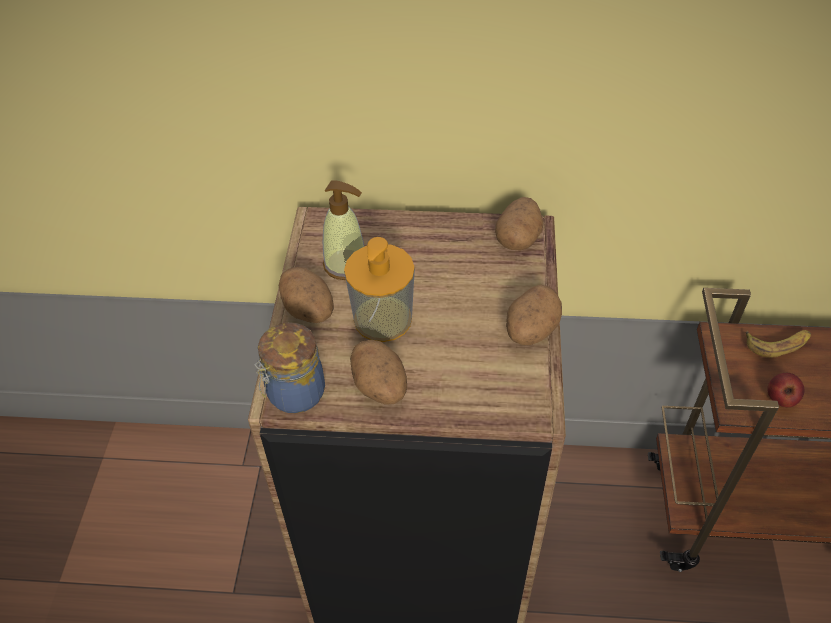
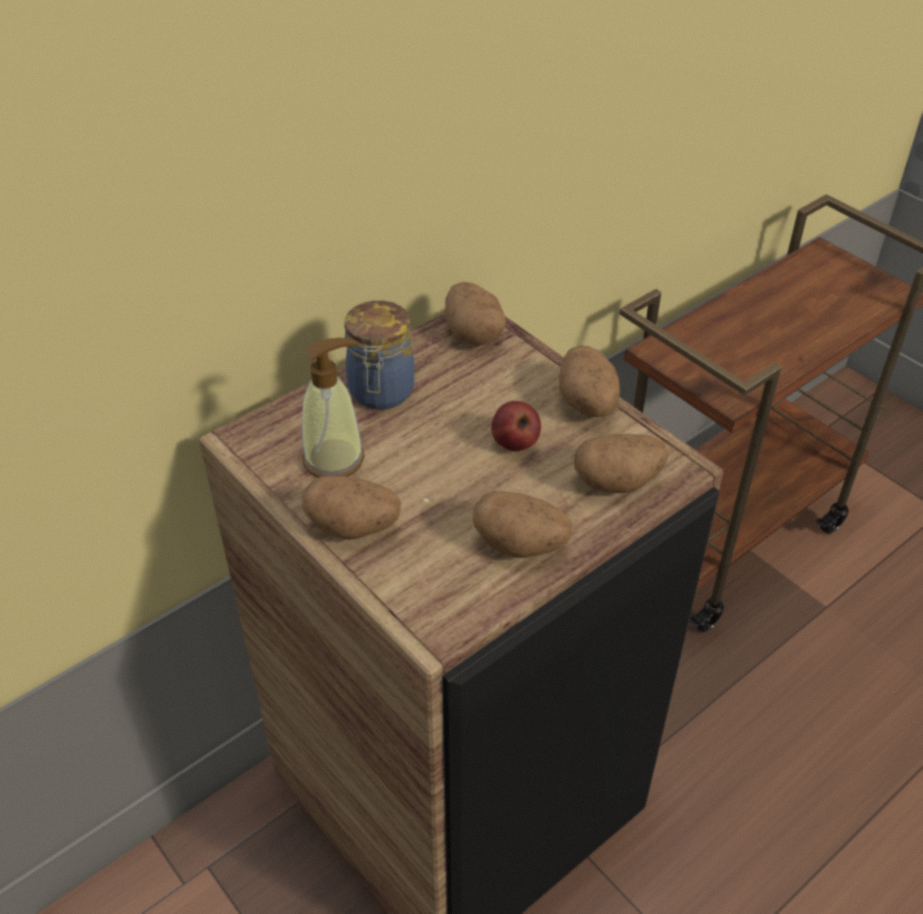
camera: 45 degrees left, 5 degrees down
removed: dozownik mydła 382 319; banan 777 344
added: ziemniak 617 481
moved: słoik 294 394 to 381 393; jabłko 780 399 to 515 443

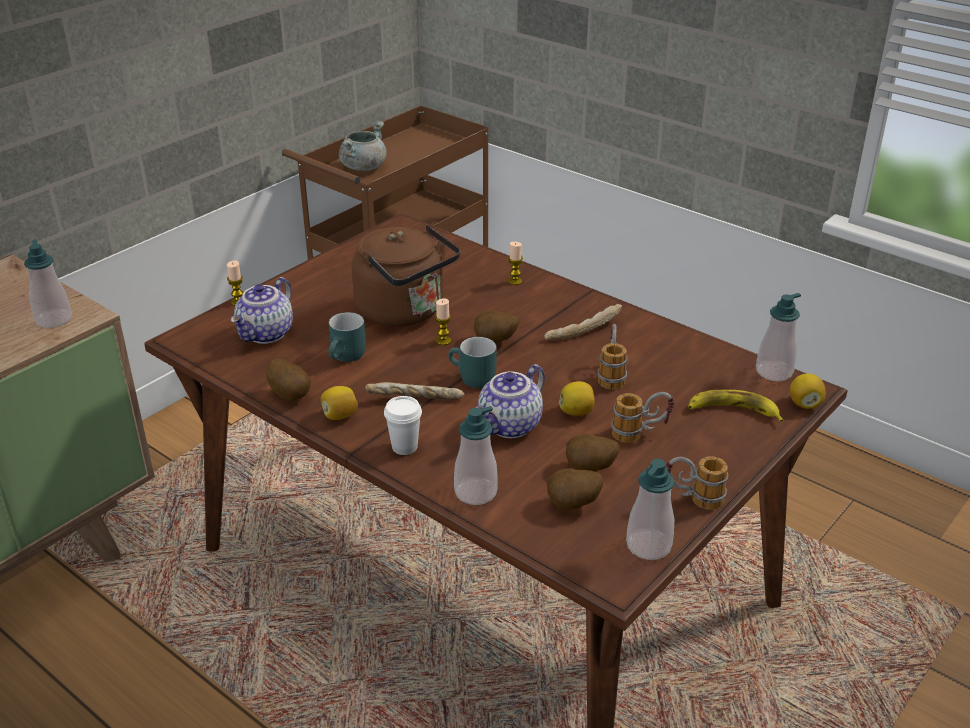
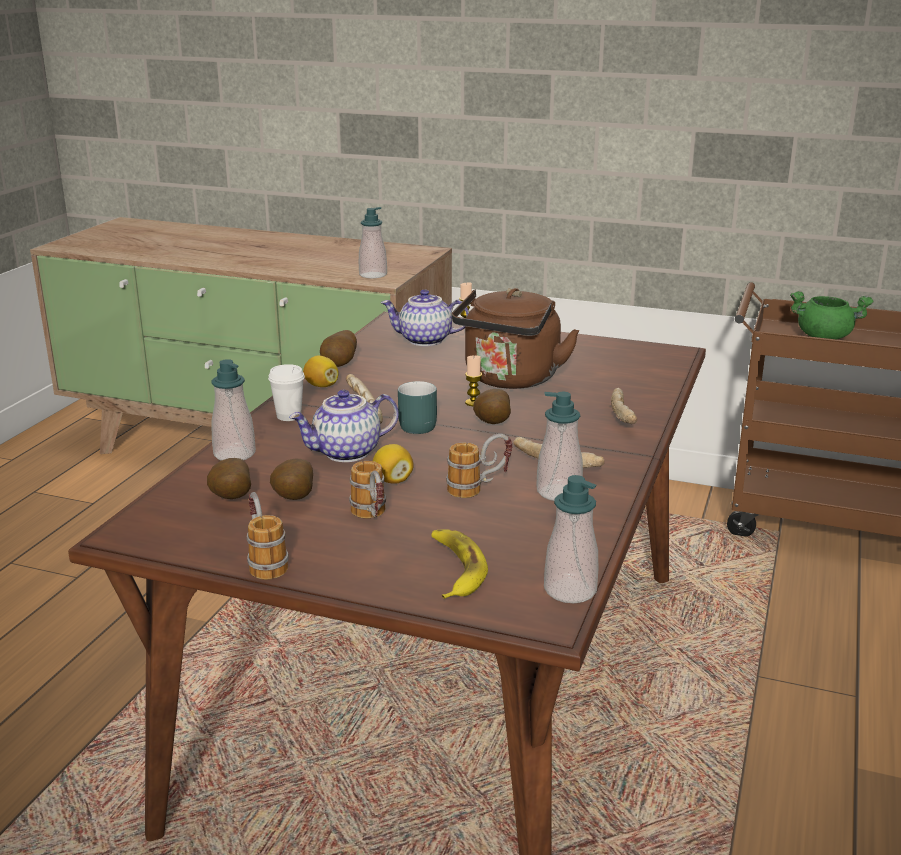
camera: 70 degrees right, 10 degrees down
removed: kubek/turkusowy 348 357; cytryna 804 404
moved: dozownik mydła 648 545 to 558 492
replaced: świeca 515 281 to chleb 624 415
recoloured: garnek/szary 363 166 to garnek/zielony 824 337
turned: imbryk 511 426 = 346 453 45 degrees counterclockwise

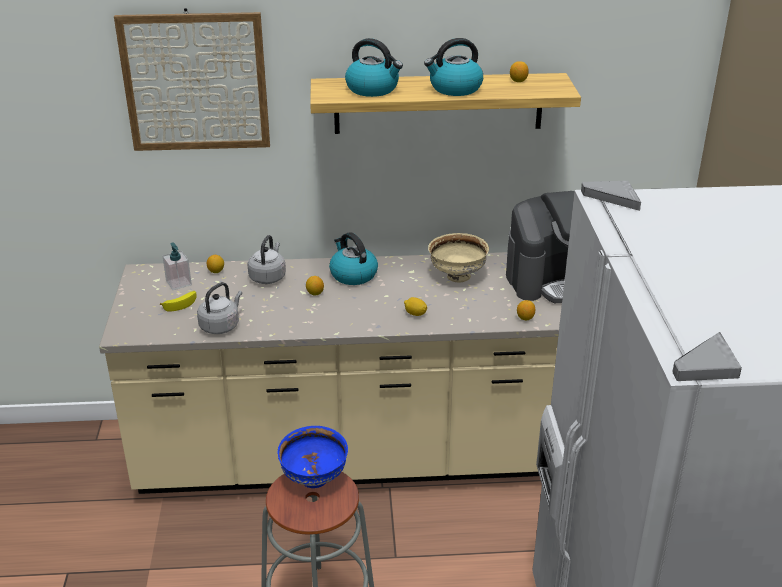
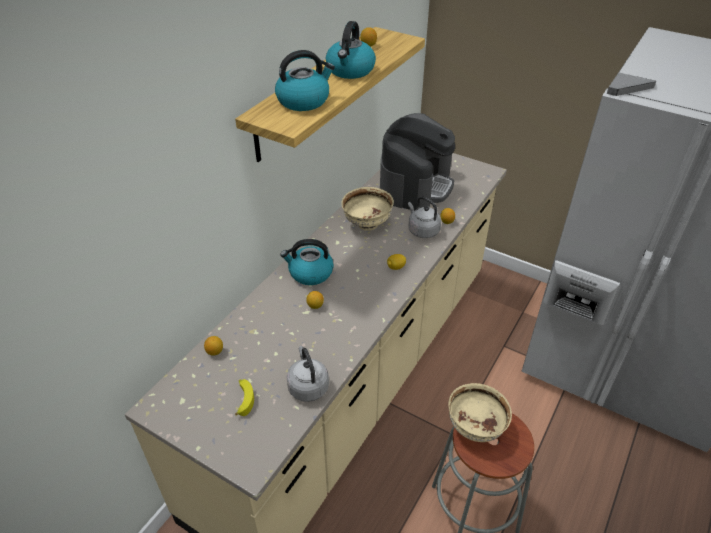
camera: 55 degrees left, 10 degrees up
removed: obraz 195 80; dozownik mydła 179 283
moved: czajnik/szary 268 277 to 422 230
recoloured: miska/niebieski 315 479 to miska/beżowy 475 428

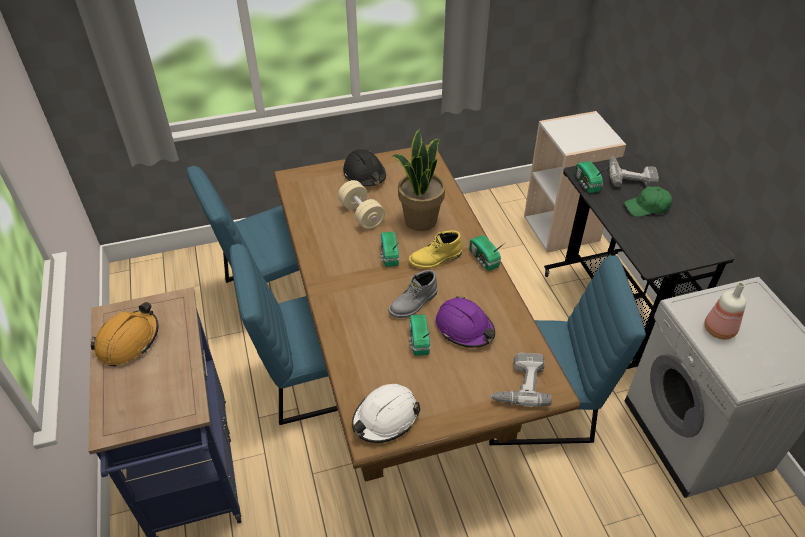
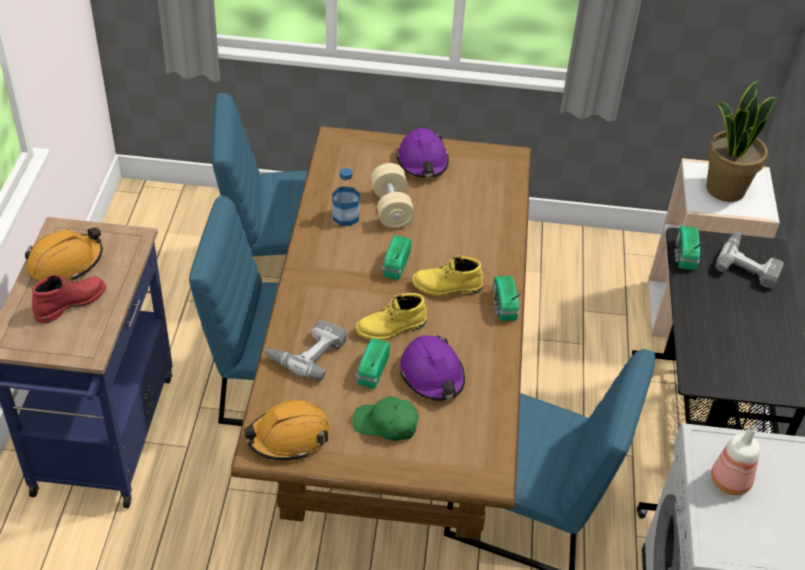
camera: 20 degrees right, 0 degrees up
added: butelka 345 216; but z cholewką/czerwony 70 303
moved: roślina doniczkowa 420 220 to 724 188; czapka z daszkiem/zielony 647 207 to 386 424; wiertarka 518 384 to 306 352
recoloured: kask/czarny 364 175 to kask/fioletowy 422 162; but z cholewką/szary 414 304 to but z cholewką/żółty 391 328; kask/biały 385 418 to kask/pomarańczowy 288 437

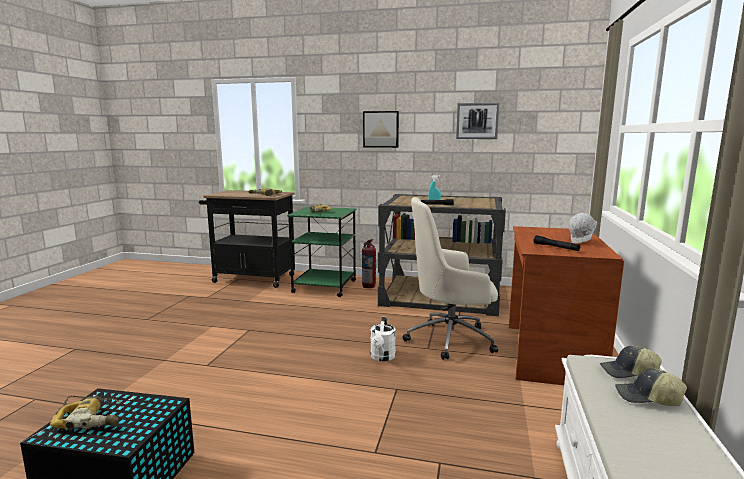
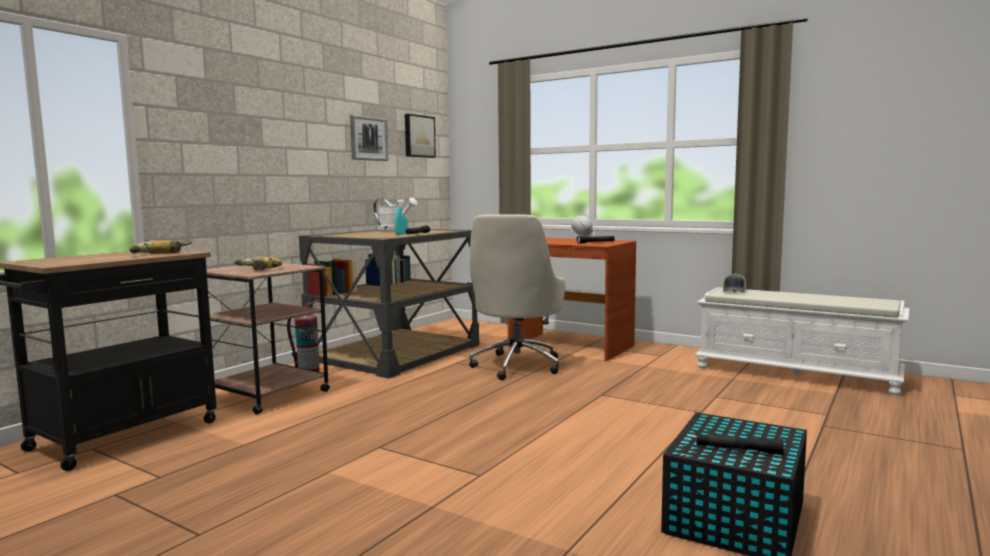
camera: 70 degrees left, 5 degrees down
removed: czapka z daszkiem 647 398
moved: obraz 381 129 to 418 136; konewka/biały 382 357 to 393 229
replaced: wiertarka 91 418 to latarka/czarny 738 450
recoloured: wózek/zielony 325 287 to wózek/brązowy 269 394

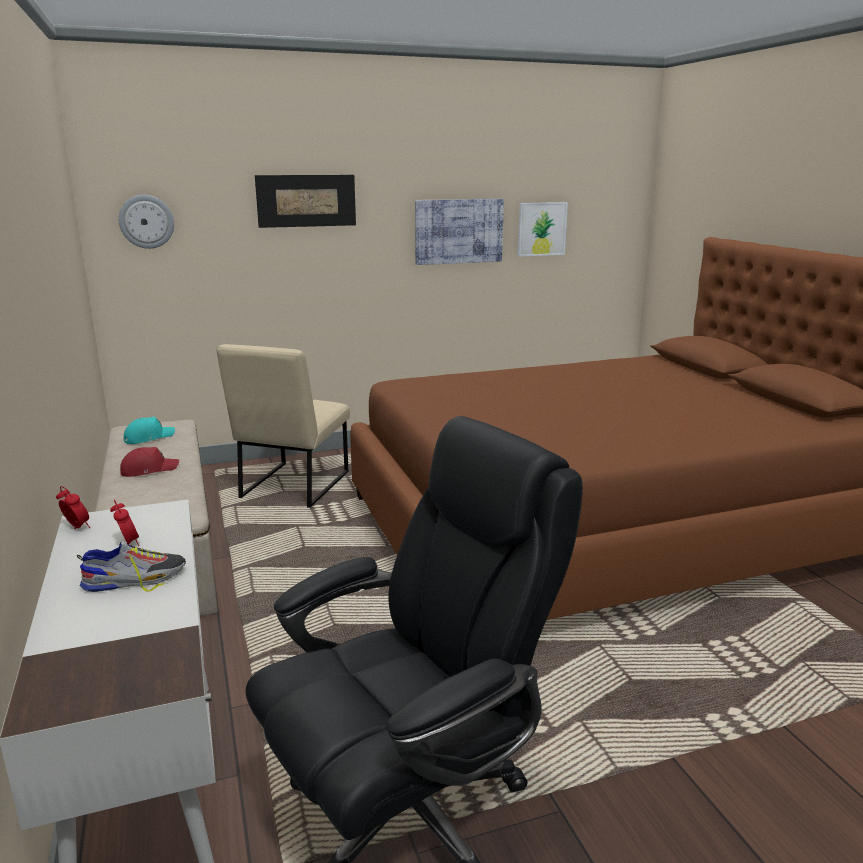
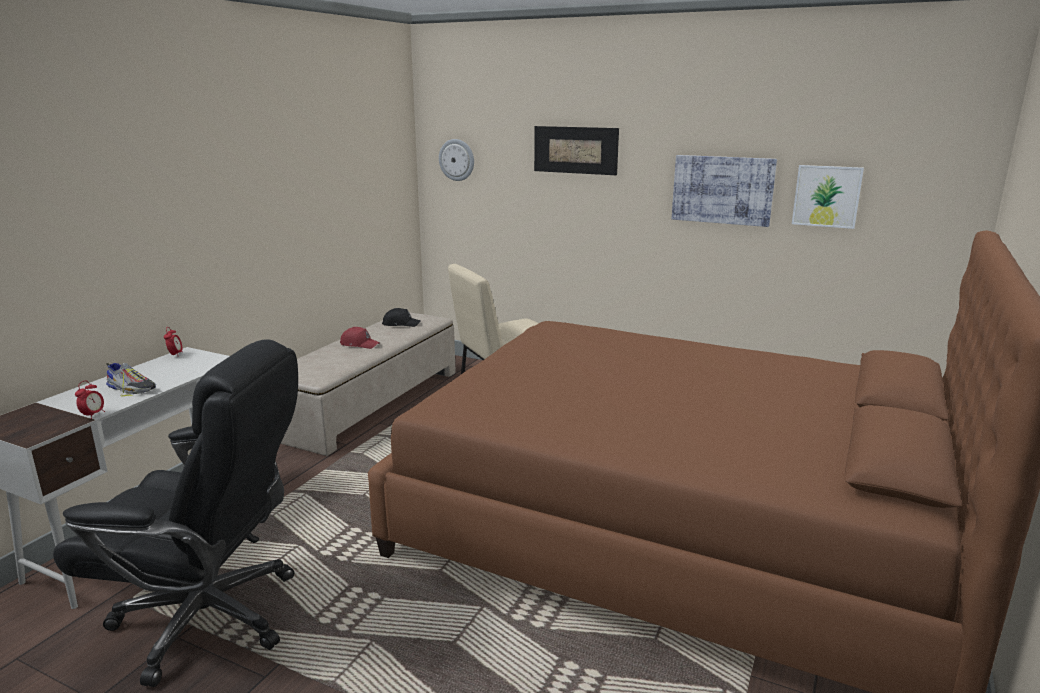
camera: 45 degrees right, 0 degrees up
moved: budzik 128 544 to 93 415
recoloured: czapka z daszkiem/turkusowy 148 438 to czapka z daszkiem/czarny 401 324

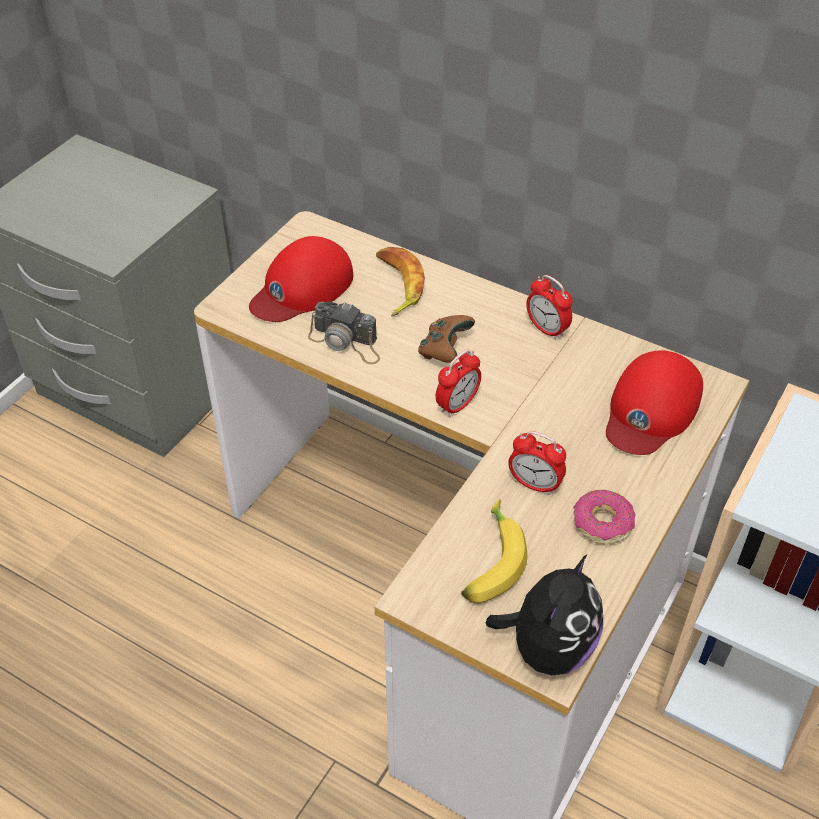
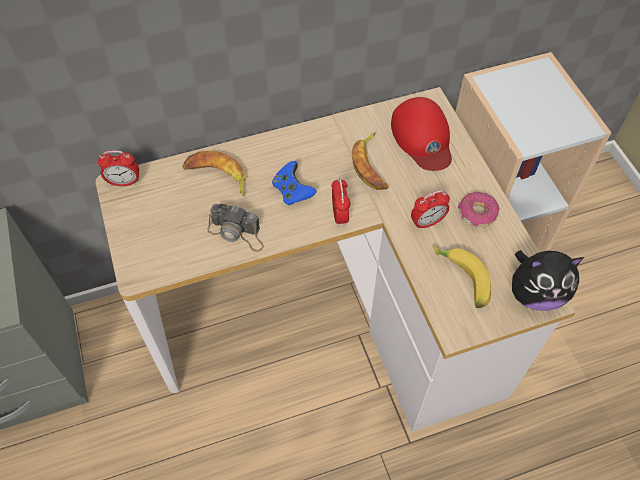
camera: 50 degrees left, 10 degrees up
removed: czapka z daszkiem/czerwony 302 288
added: banan 371 165
moved: budzik 547 329 to 124 182
recoloured: pad do gier/brązowy 444 350 to pad do gier/niebieski 292 191
turned: aparat fotograficzny 346 342 = 237 233 45 degrees clockwise; pluszak 548 648 = 535 294 105 degrees clockwise

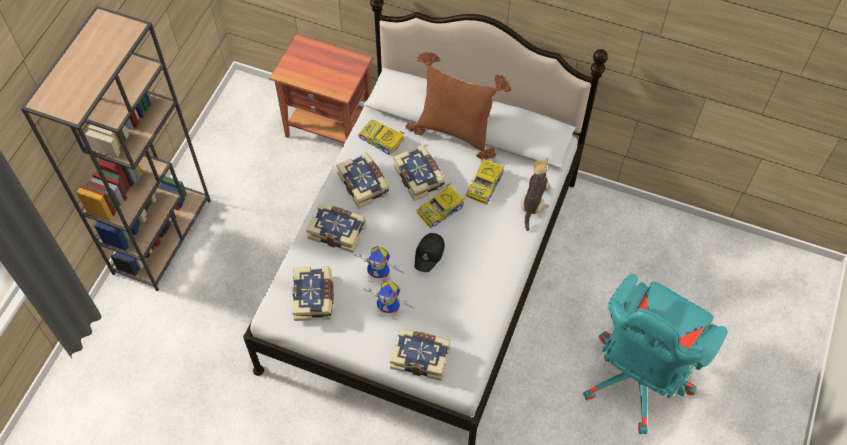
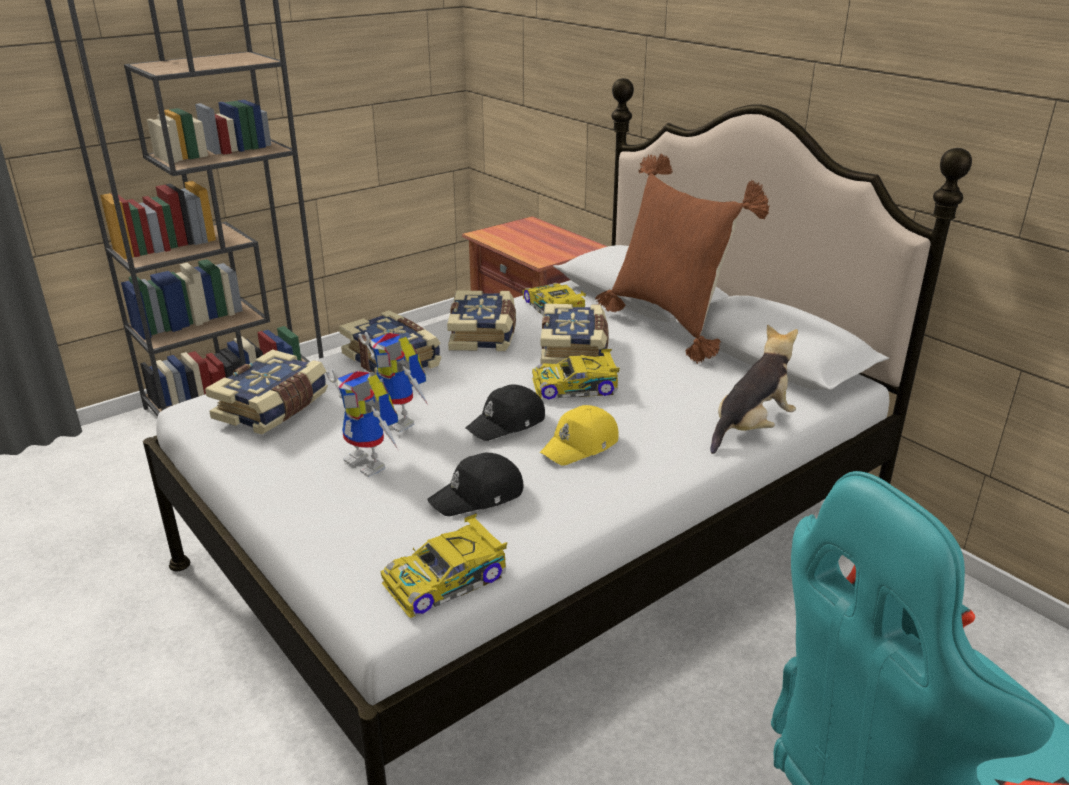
camera: 30 degrees right, 30 degrees down
removed: książka 420 357
added: czapka z daszkiem/żółty 581 446; czapka z daszkiem/czarny 478 496
moved: samochodzik 485 184 to 447 579

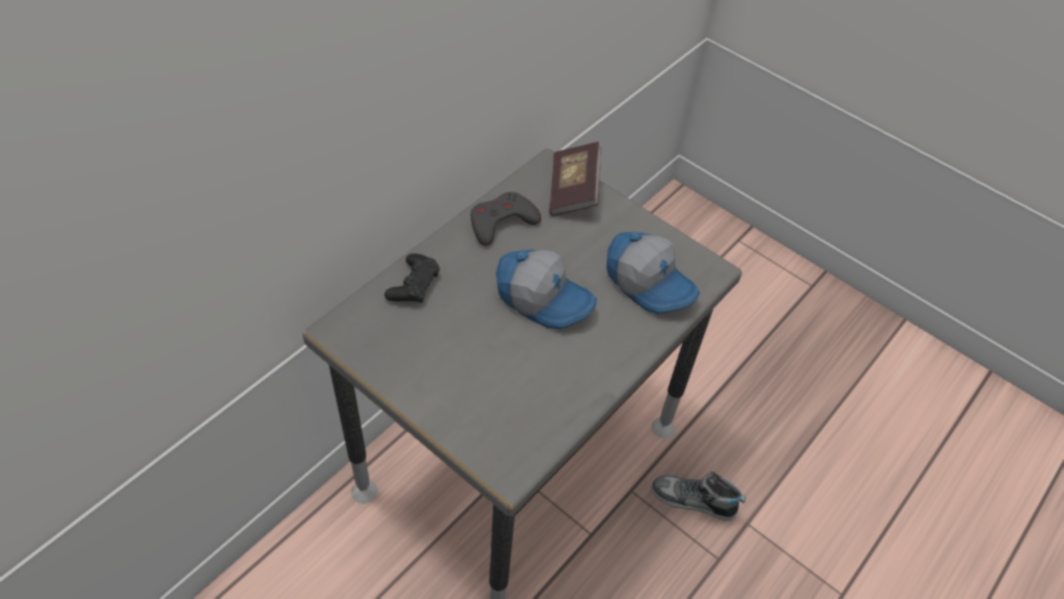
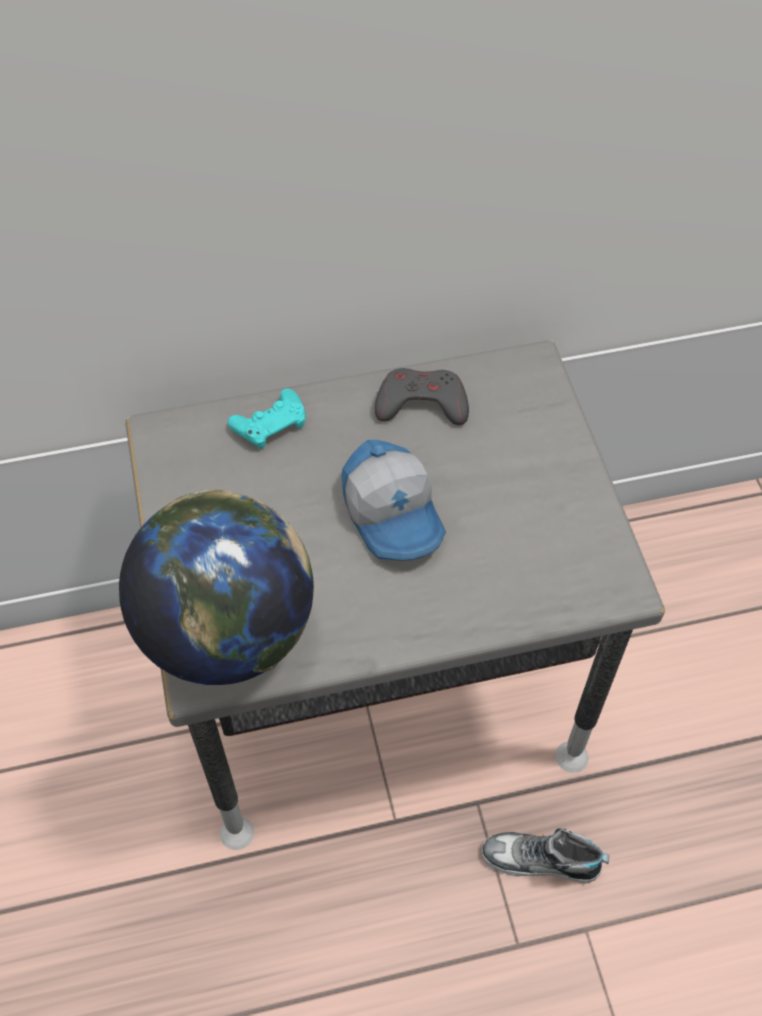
camera: 40 degrees right, 5 degrees up
removed: książka 573 191; czapka z daszkiem 650 282
added: globus 228 632
recoloured: pad do gier/czarny 413 284 to pad do gier/turkusowy 270 424
turned: but 693 501 = 540 861 45 degrees counterclockwise

